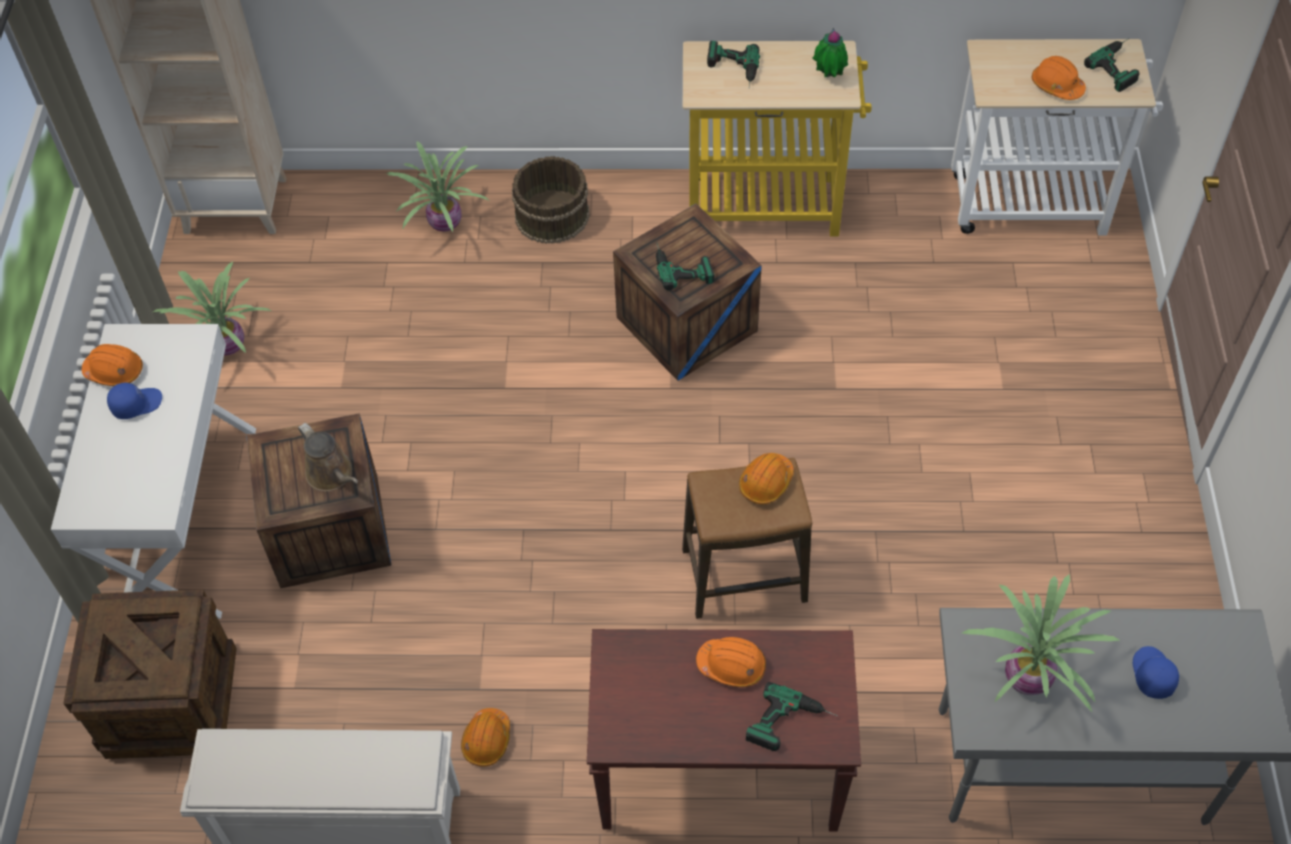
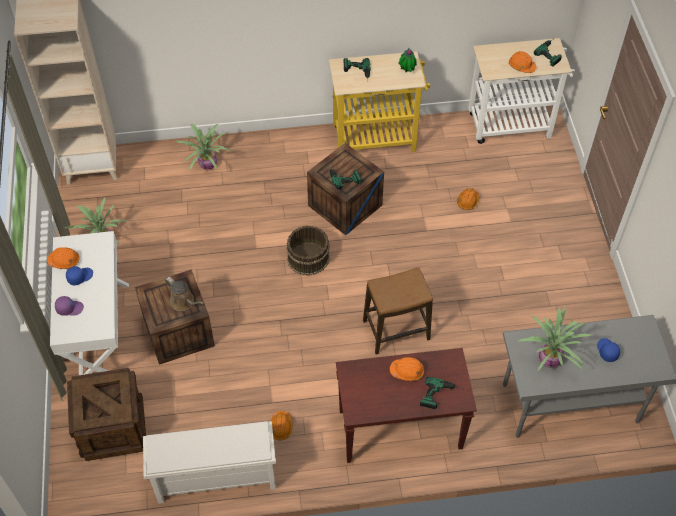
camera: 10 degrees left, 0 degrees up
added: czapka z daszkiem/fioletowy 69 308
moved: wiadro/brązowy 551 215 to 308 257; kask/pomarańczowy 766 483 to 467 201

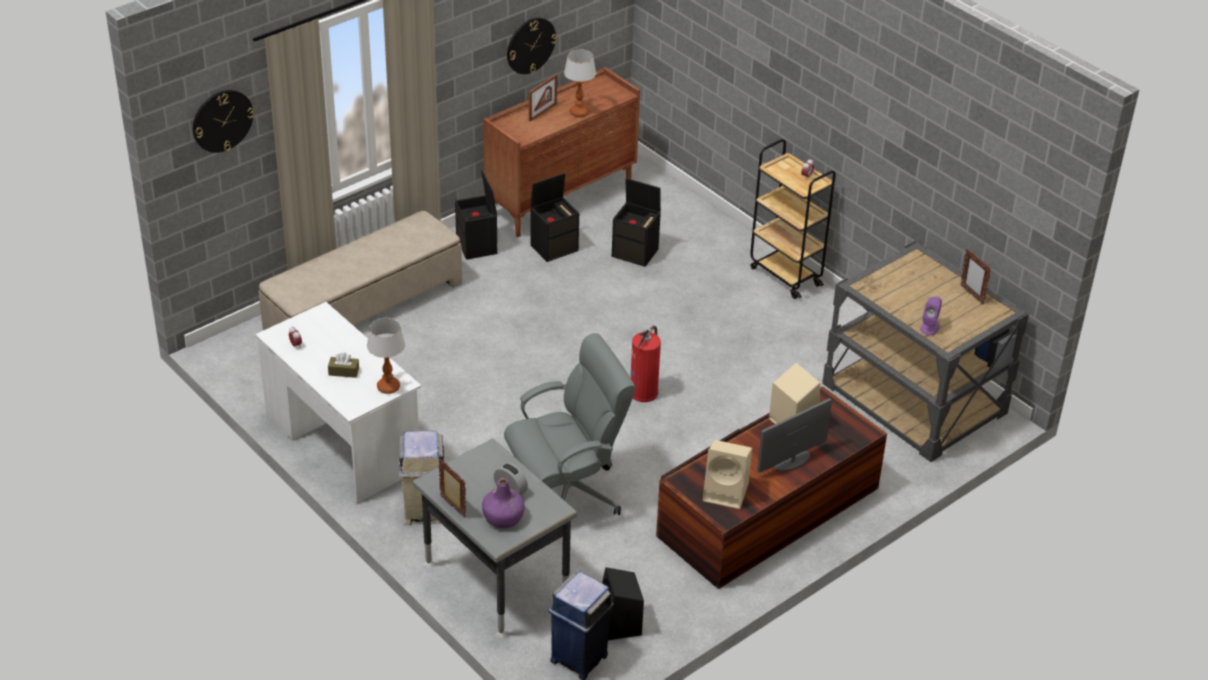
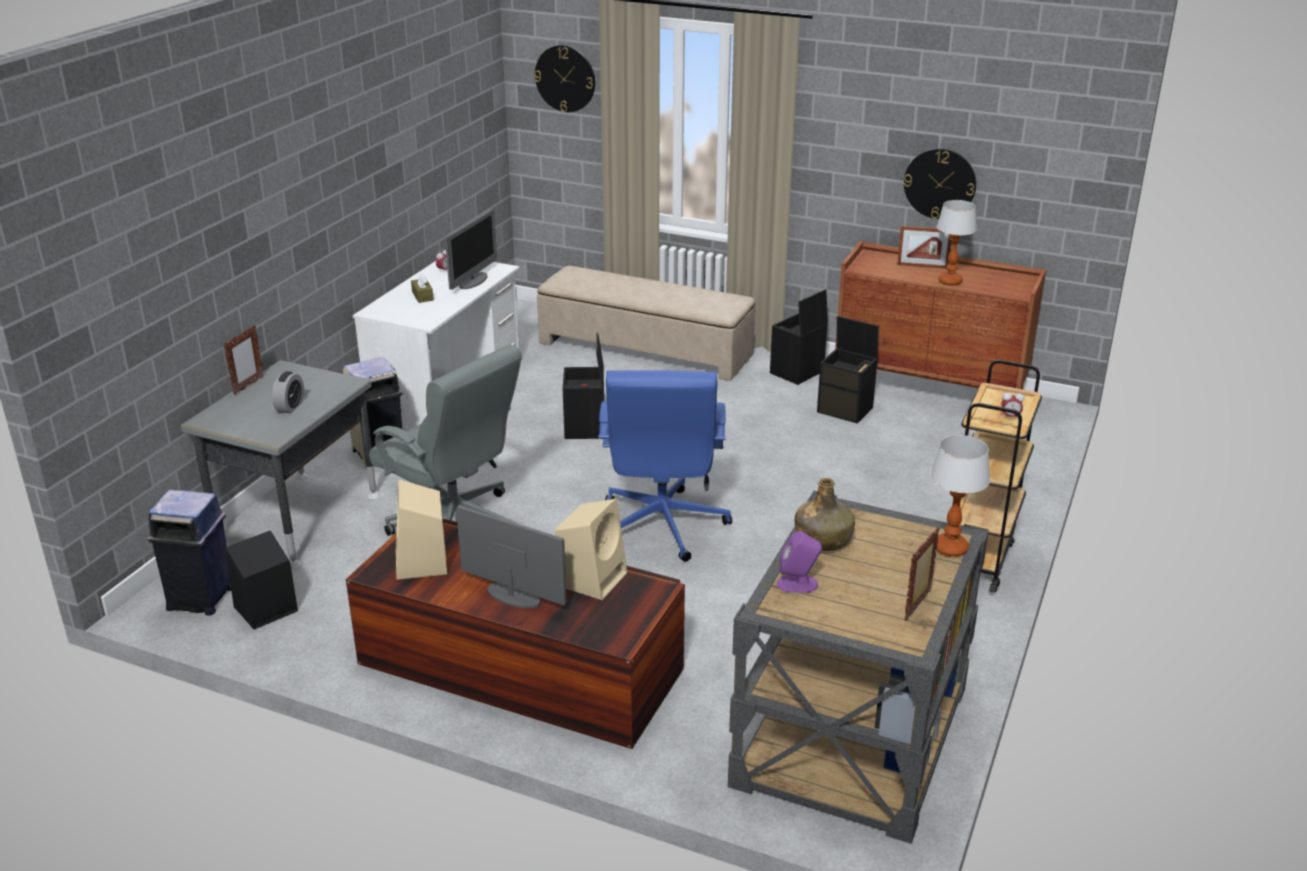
camera: 65 degrees right, 10 degrees down
removed: butelka/fioletowy 503 517
added: monitor 473 281; butelka/zielony 823 540
moved: pojemnik do przechowywania/czarny 636 252 to 585 428; lampa stołowa 388 387 to 950 548
replaced: gaśnica 644 392 to krzesło biurowe/niebieski 662 523

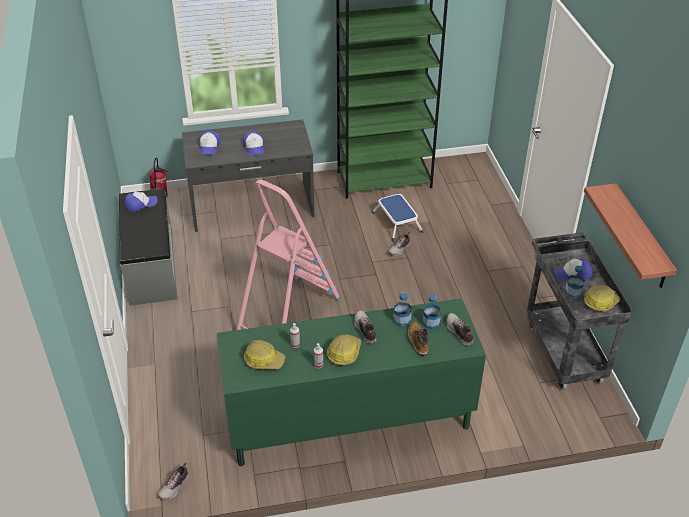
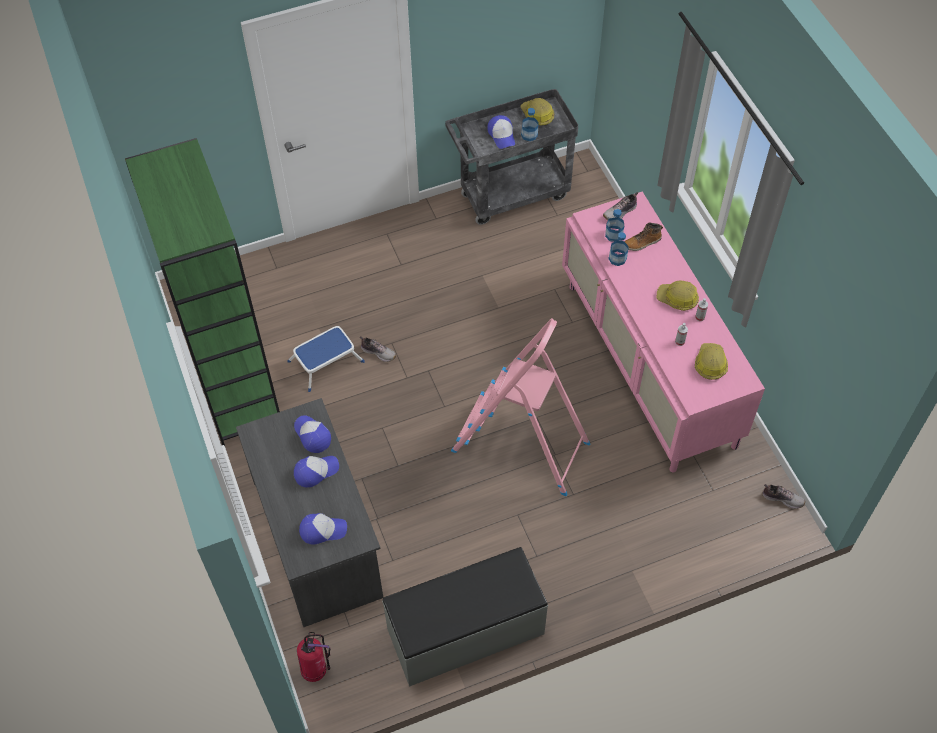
camera: 100 degrees left, 15 degrees up
removed: półka 641 237; but 365 330
moved: czapka z daszkiem 140 204 to 312 435
recoloured: szafka/zielony 348 416 to szafka/różowy 647 365

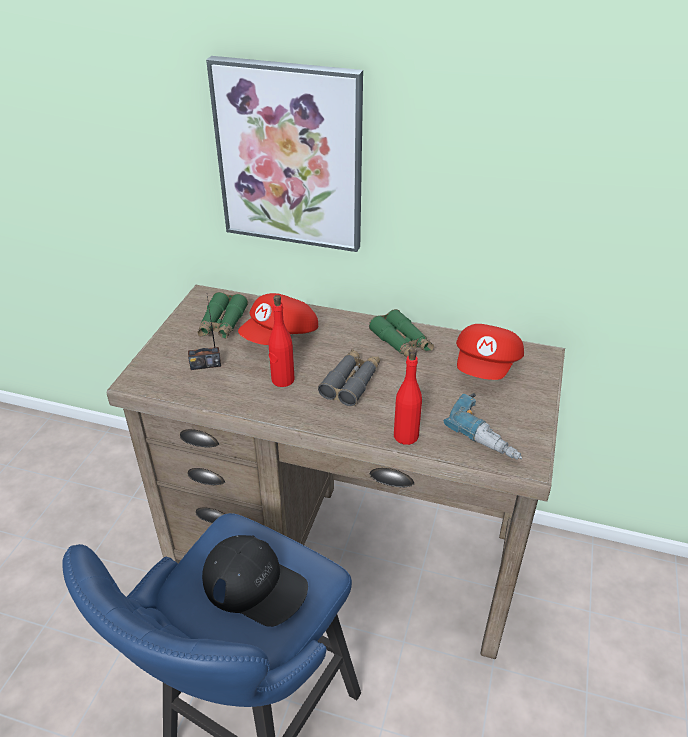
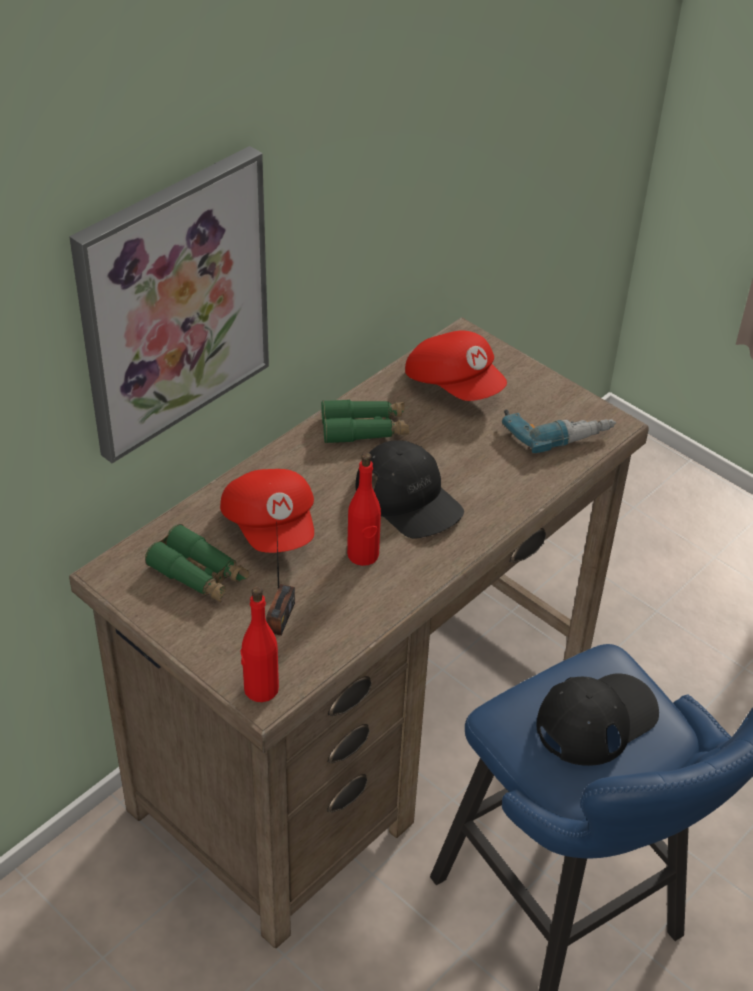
camera: 65 degrees left, 5 degrees up
moved: butelka/czerwony 405 435 to 260 689
replaced: lornetka/szary 351 382 to czapka z daszkiem/czarny 408 498

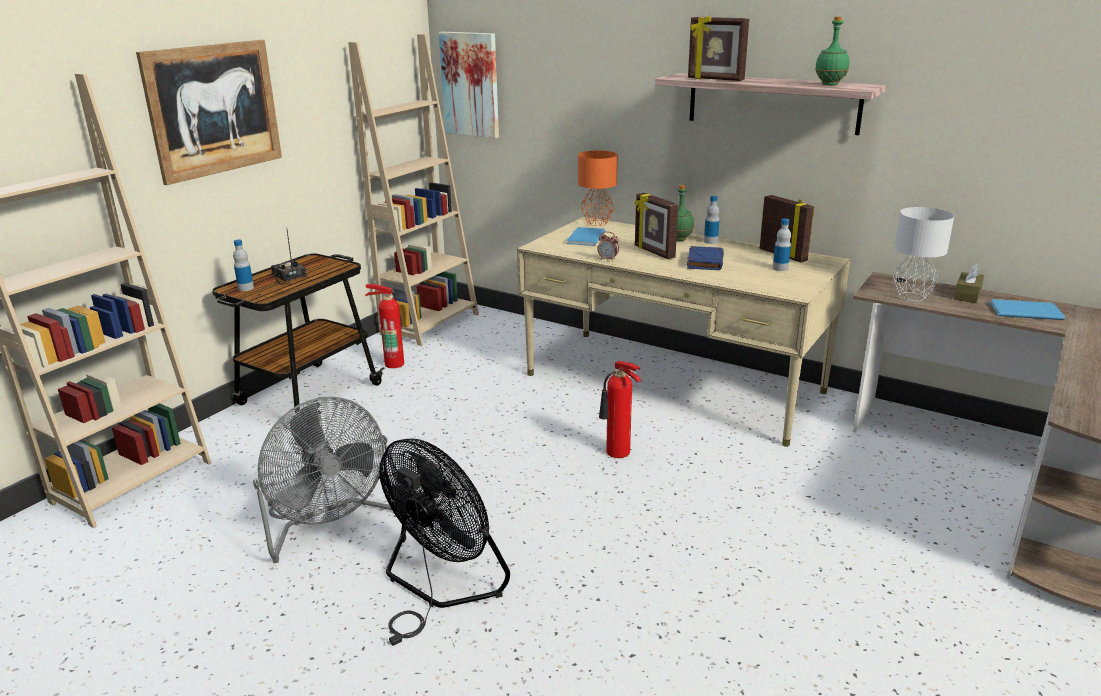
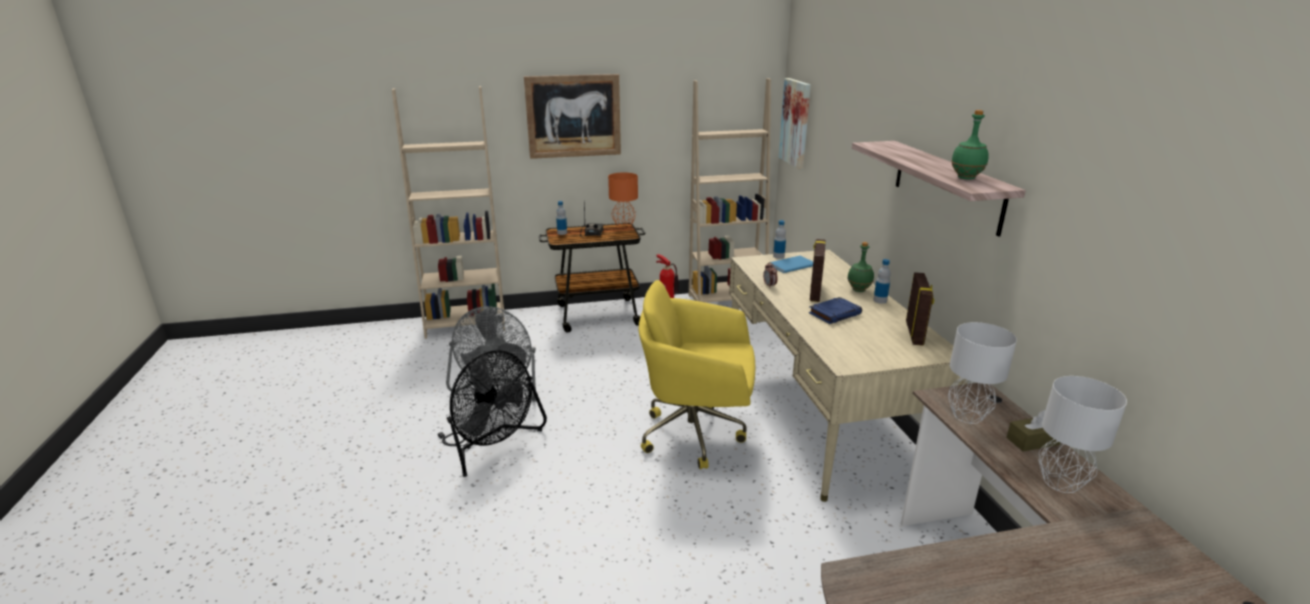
camera: 45 degrees right, 0 degrees up
removed: ramka na zdjęcie 715 79
moved: lampa stołowa/pomarańczowy 597 223 to 624 226; butelka 780 268 to 778 256
replaced: książka/niebieski 1023 310 to lampa stołowa/szary 1060 482; gaśnica 617 453 to krzesło biurowe/żółty 696 436
turned: wentylator/czarny 431 583 = 489 446 45 degrees clockwise

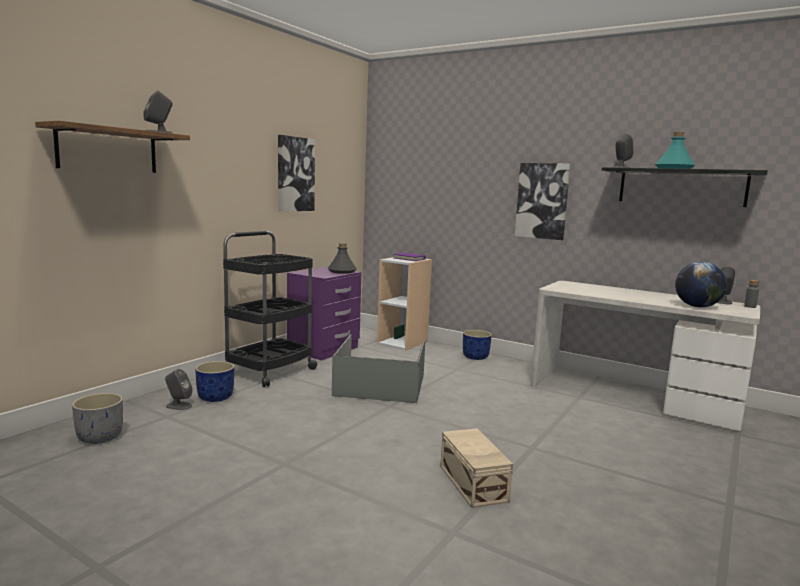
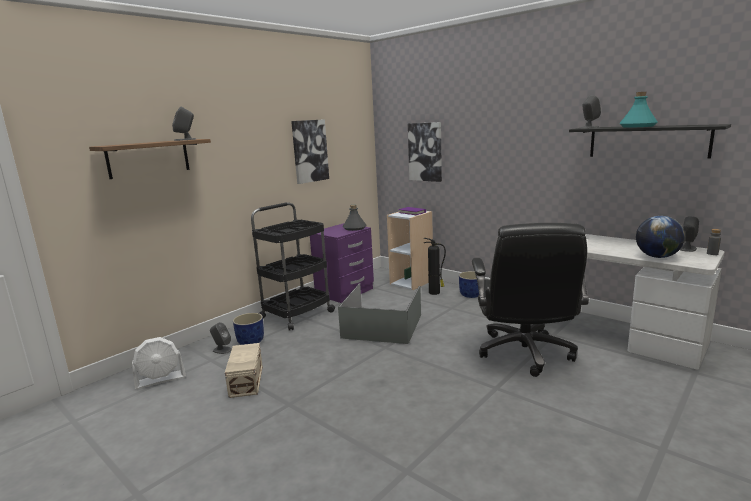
camera: 10 degrees right, 5 degrees up
added: krzesło biurowe/czarny 524 355; gaśnica 435 292
moved: obraz 542 201 to 425 152; pojemnik do przechowywania/beżowy 472 484 to 245 381
replaced: donica/szary 100 437 to wentylator/biały 161 379

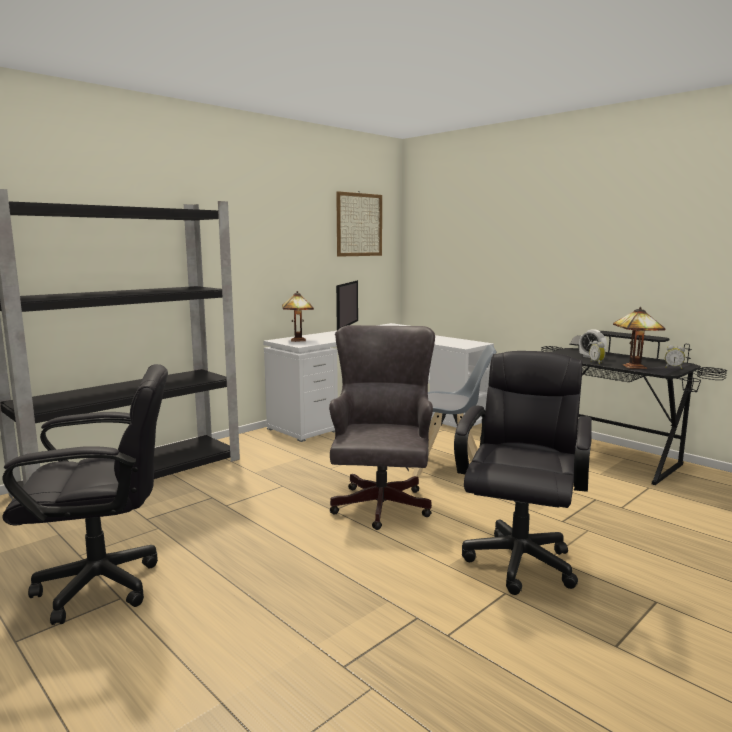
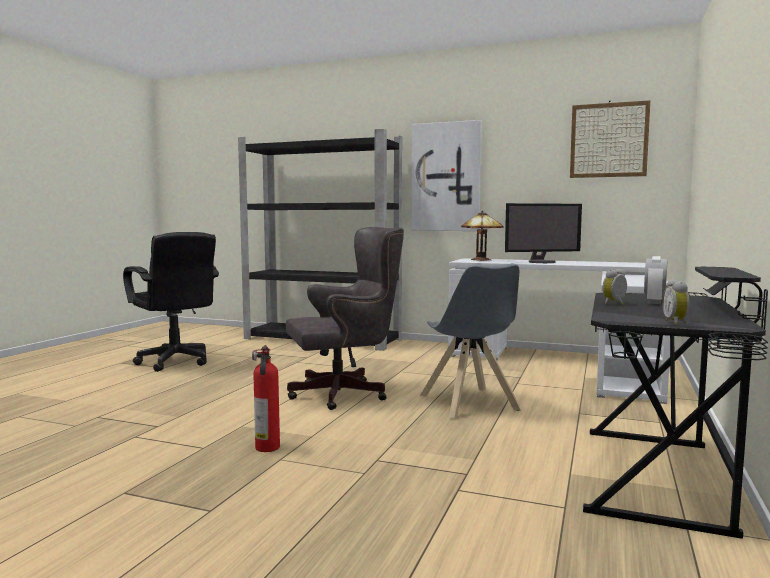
camera: 65 degrees right, 5 degrees down
removed: lampa stołowa 633 366
added: obraz 446 177
replaced: krzesło biurowe/czarny 519 560 to gaśnica 267 448

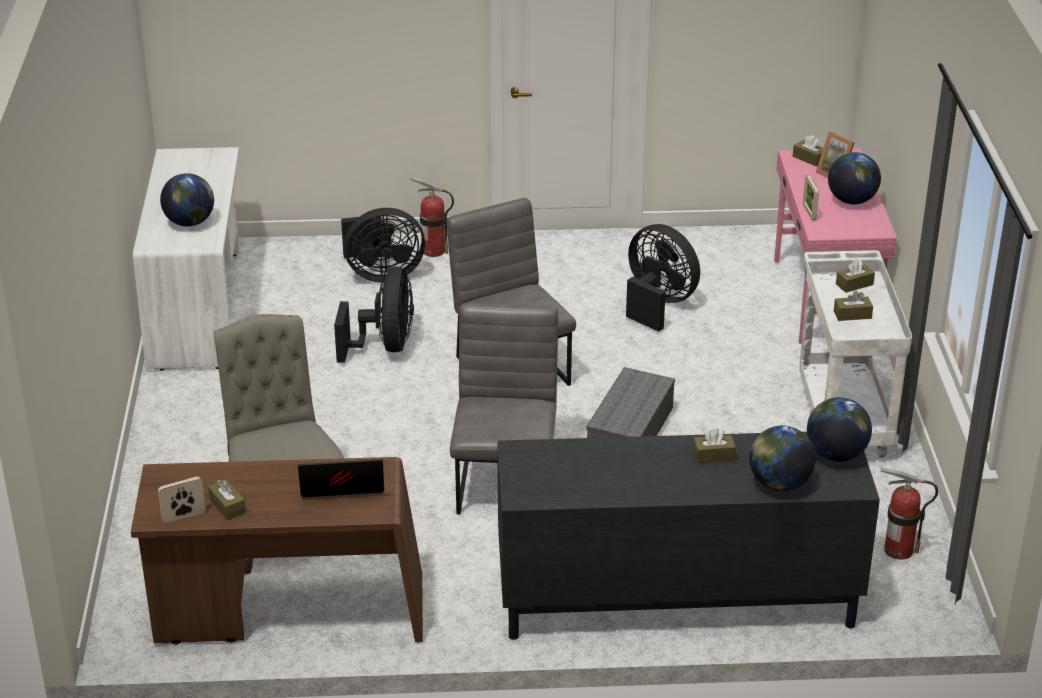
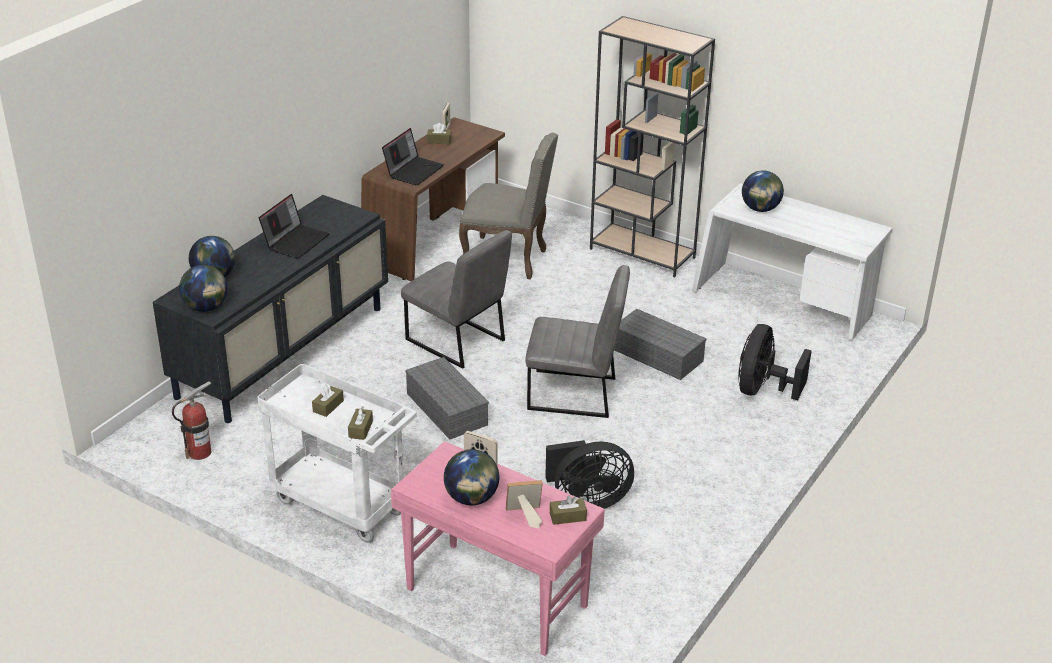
camera: 125 degrees right, 0 degrees up
removed: gaśnica 433 251; pudełko chusteczek/brązowy 713 455
added: regał 643 253; laptop 296 241
replaced: wentylator/czarny 385 346 to pojemnik do przechowywania/szary 659 355

